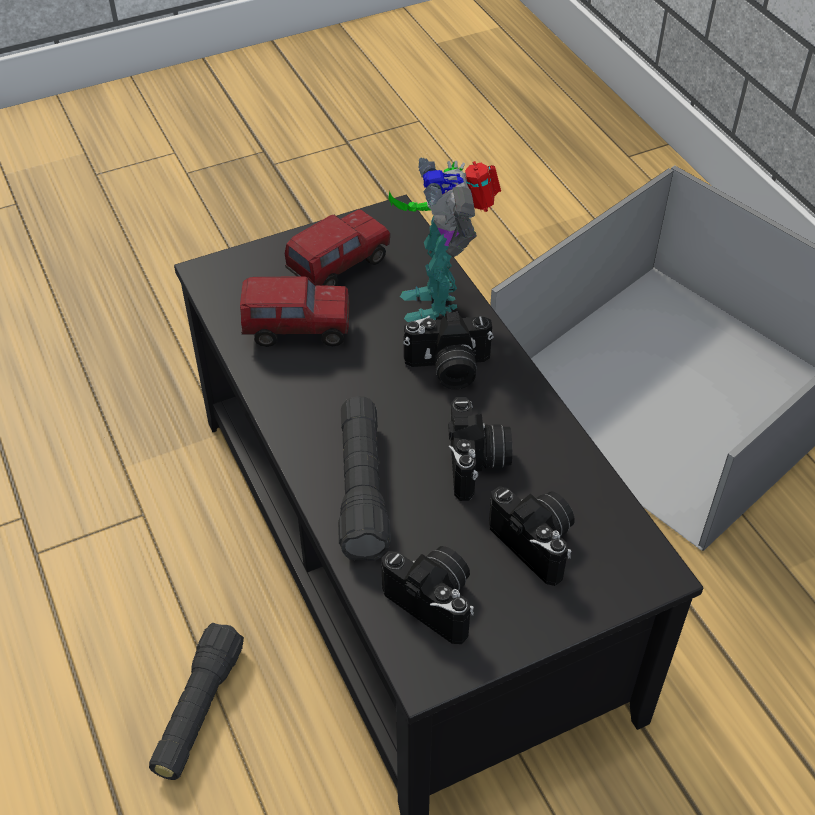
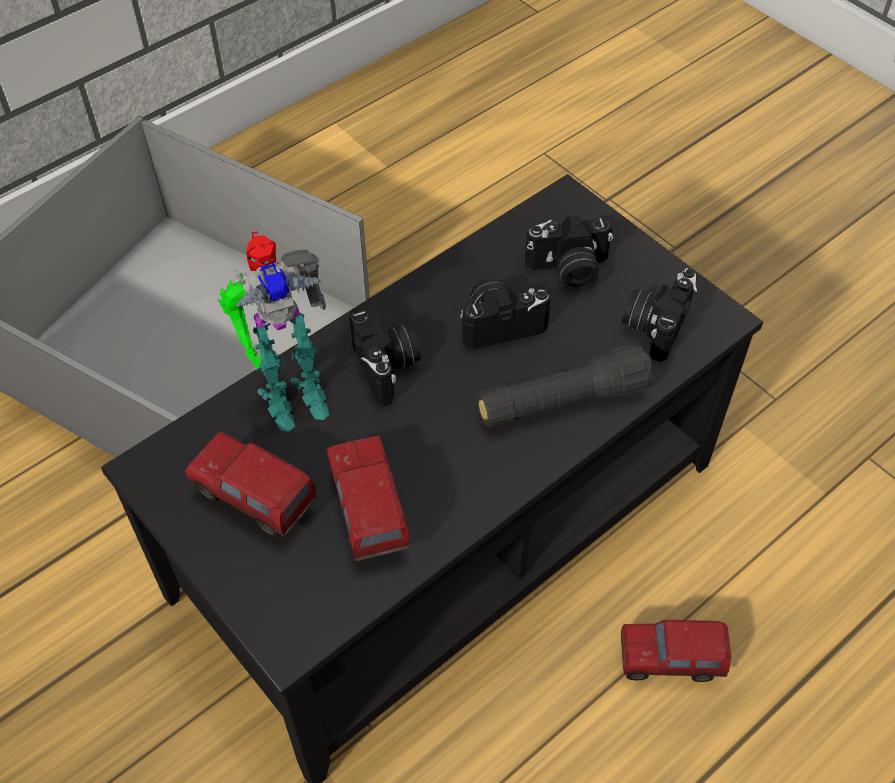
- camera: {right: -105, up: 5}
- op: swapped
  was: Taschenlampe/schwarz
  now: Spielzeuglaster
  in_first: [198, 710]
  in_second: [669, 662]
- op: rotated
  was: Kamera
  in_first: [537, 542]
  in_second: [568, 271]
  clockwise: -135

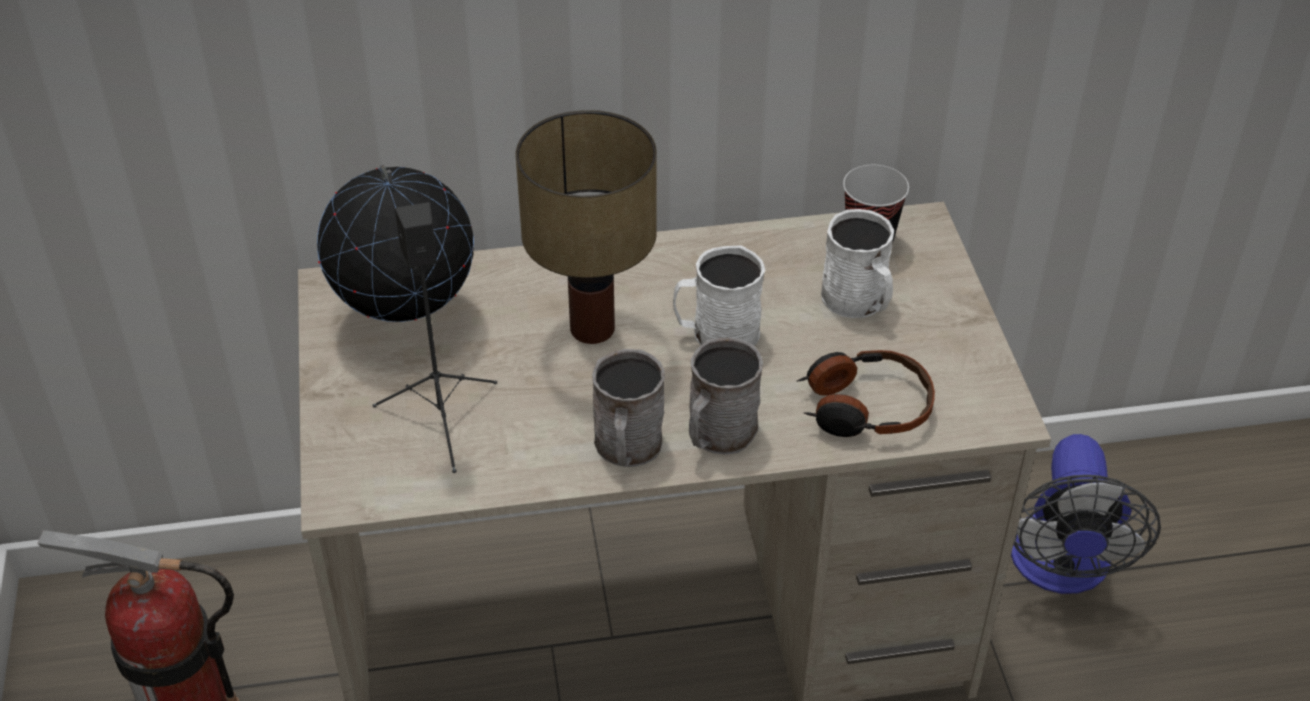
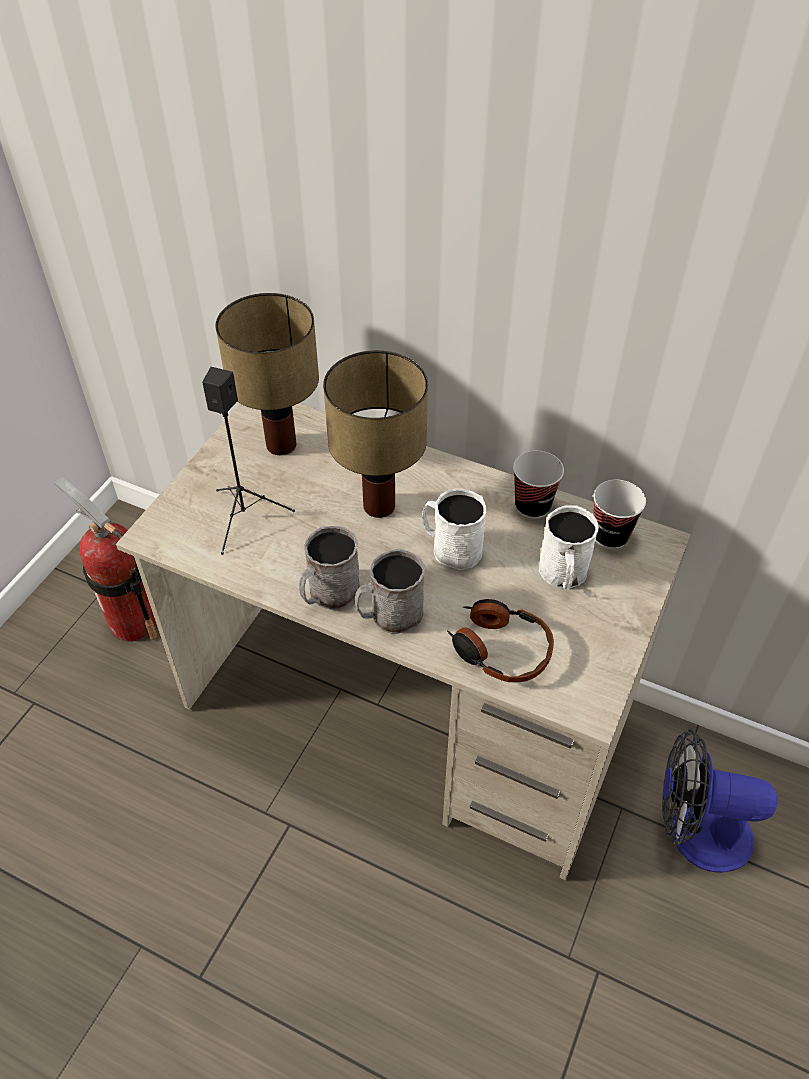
- camera: {right: 35, up: 5}
- op: new
  now: Tasse
  in_second: [532, 506]
- op: swapped
  was: Globus
  now: Tischlampe
  in_first: [406, 317]
  in_second: [282, 445]
- op: rotated
  was: Ventilator
  in_first: [1061, 569]
  in_second: [695, 832]
  clockwise: 60

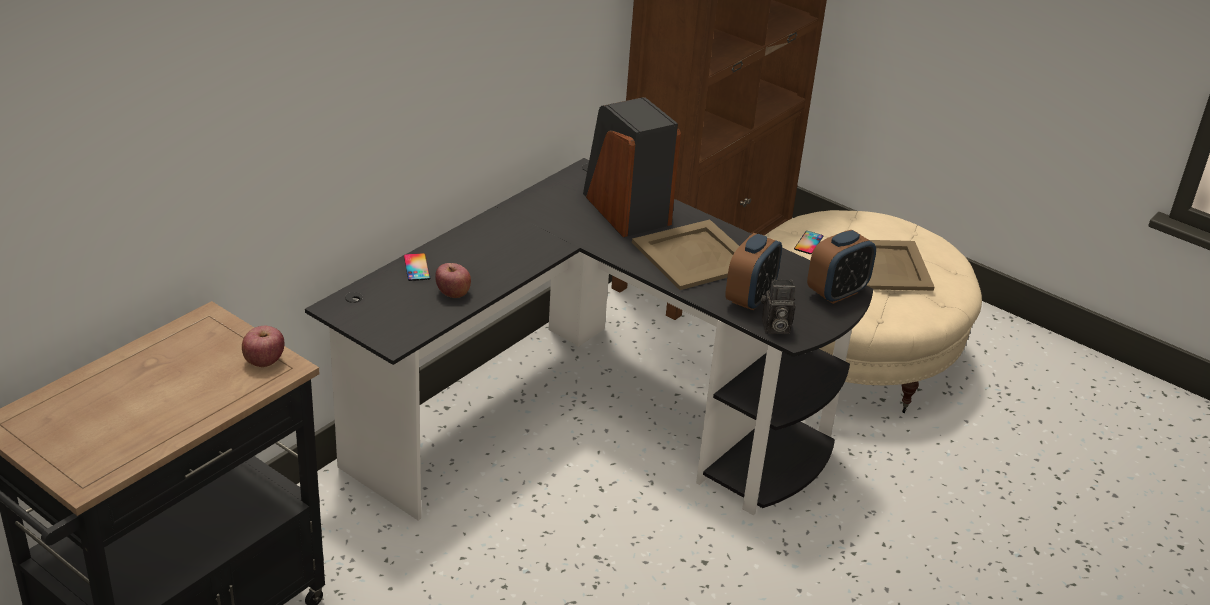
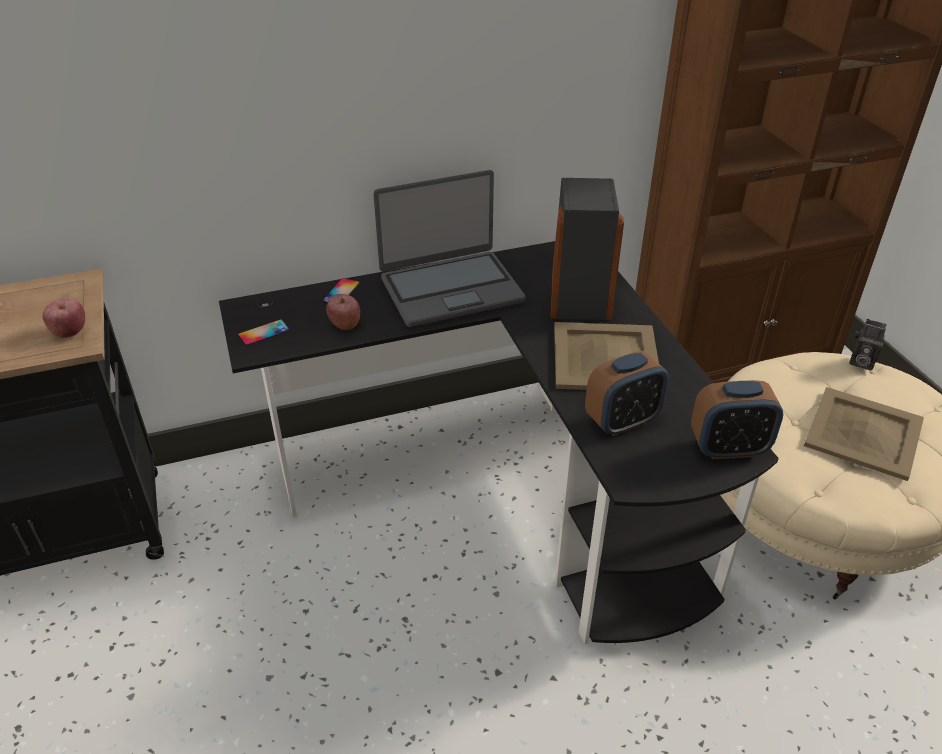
- camera: {right: 35, up: 5}
- op: new
  now: Laptop
  in_second: [450, 289]
- op: shifted
  was: Kamera
  in_first: [774, 328]
  in_second: [860, 362]
- op: shifted
  was: Handy
  in_first: [808, 243]
  in_second: [263, 332]

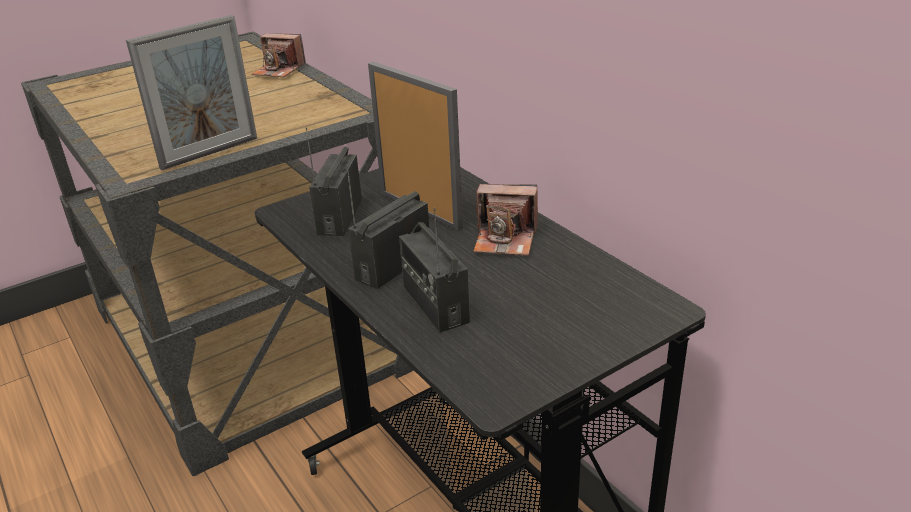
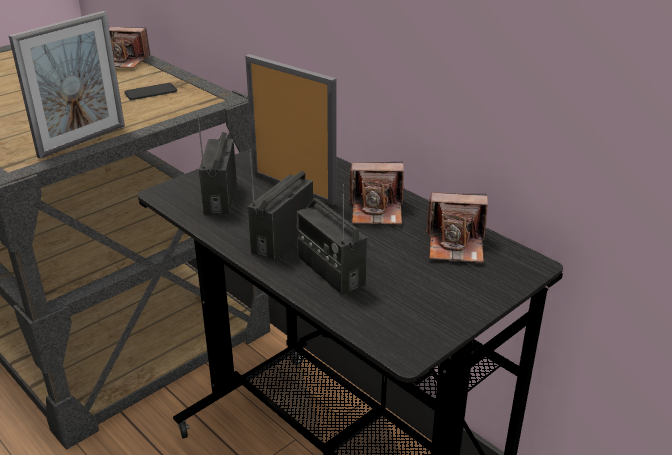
- camera: {right: -10, up: 0}
- op: new
  now: Handy
  in_second: [151, 92]
- op: new
  now: Kamera
  in_second: [456, 245]

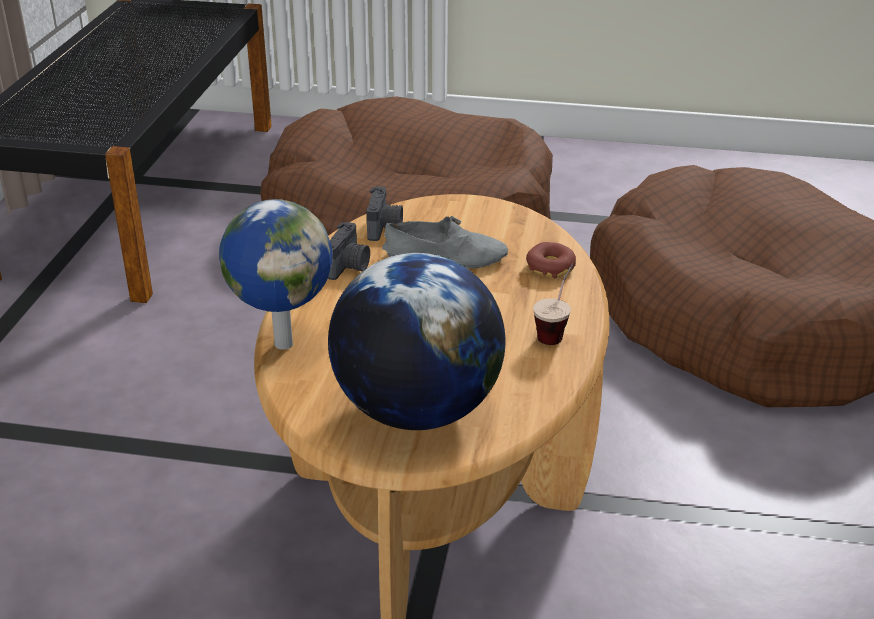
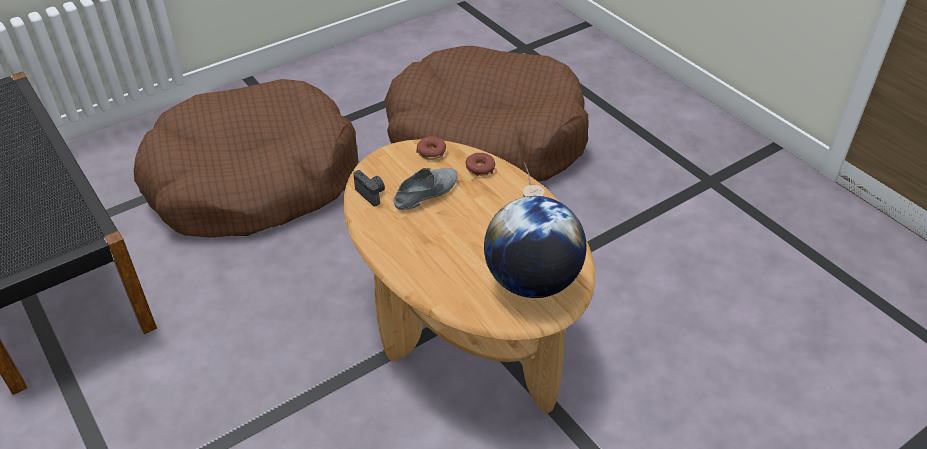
- camera: {right: -45, up: 10}
- op: gone
  was: Globus
  in_first: [283, 343]
- op: gone
  was: Kamera
  in_first: [349, 267]
- op: new
  now: Donut
  in_second: [431, 152]

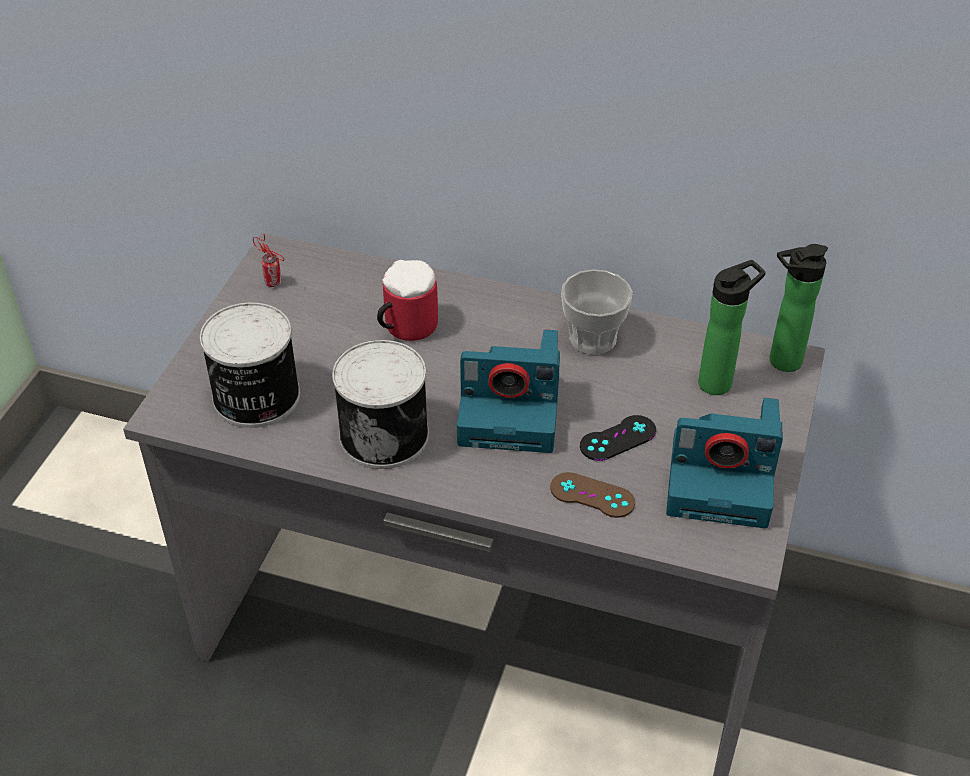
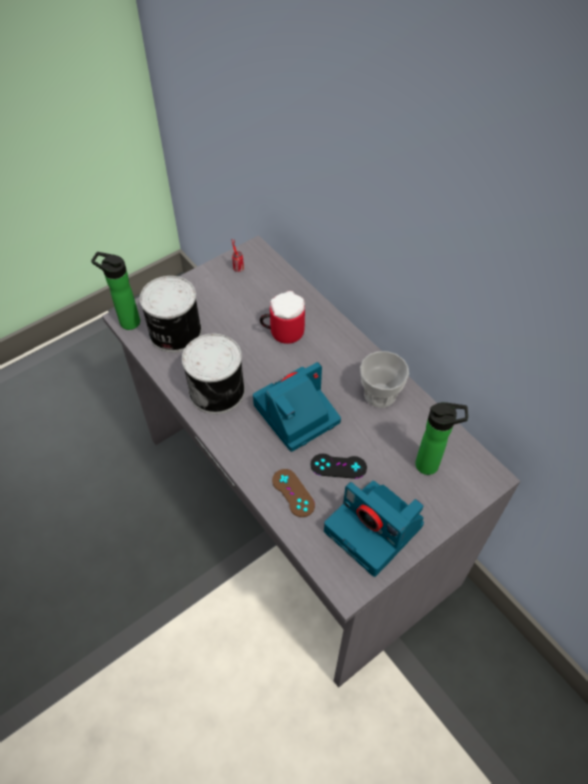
- camera: {right: 35, up: 10}
- op: shifted
  was: Flasche
  in_first: [780, 362]
  in_second: [127, 321]
- op: rotated
  was: Kamera
  in_first: [512, 411]
  in_second: [295, 415]
  clockwise: 105

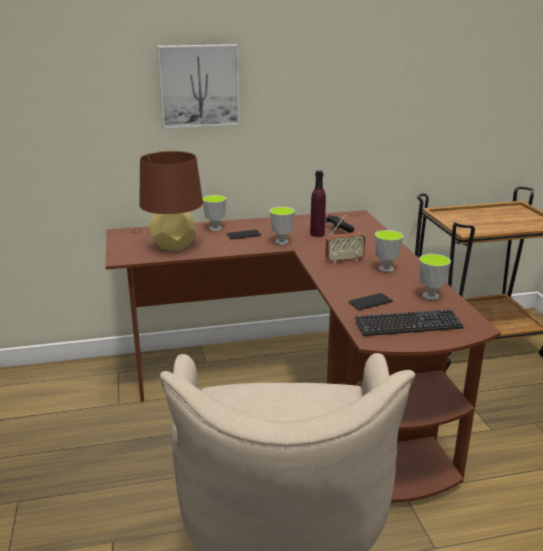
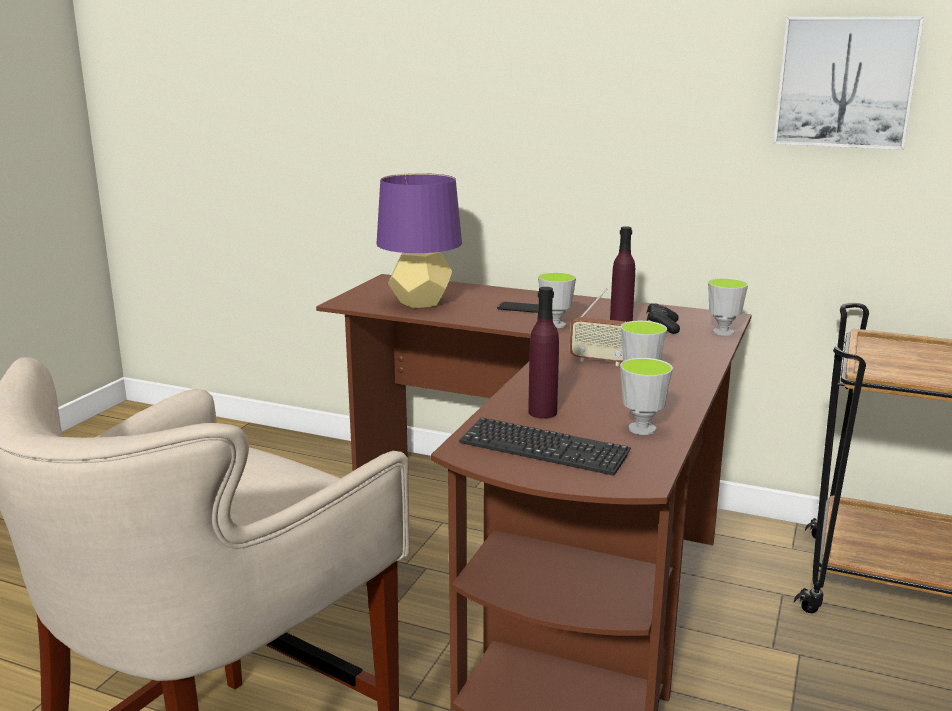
- camera: {right: 35, up: -5}
- op: shifted
  was: Bild
  in_first: [199, 85]
  in_second: [845, 82]
- op: shifted
  was: Tasse
  in_first: [215, 228]
  in_second: [723, 332]
- op: swapped
  was: Handy
  now: Flasche/lila
  in_first: [370, 302]
  in_second: [542, 412]
- op: repainted
  was: Tischlampe/braun
  now: Tischlampe/lila
  in_first: [174, 246]
  in_second: [420, 303]

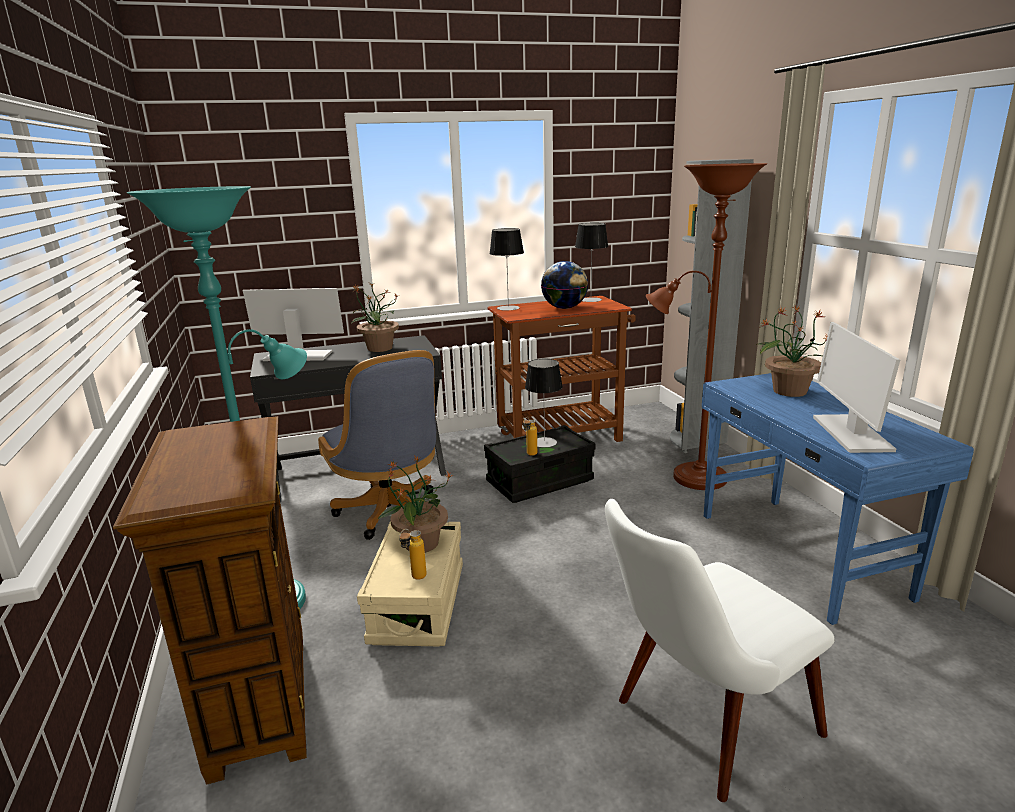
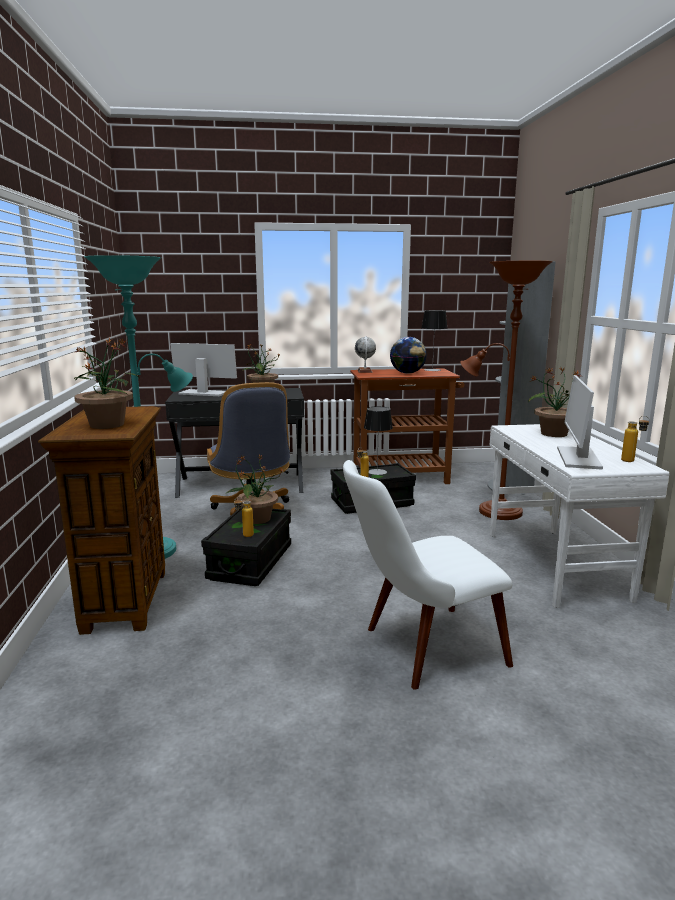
- camera: {right: 10, up: -5}
- op: new
  now: Topfpflanze
  in_second: [107, 424]
- op: new
  now: Flasche
  in_second: [632, 462]
- op: swapped
  was: Tischlampe
  now: Globus
  in_first: [508, 308]
  in_second: [365, 371]
- op: repainted
  was: Aufbewahrungsbox/beige
  now: Aufbewahrungsbox/schwarz
  in_first: [418, 604]
  in_second: [250, 562]
- op: repainted
  was: Konsolentisch/blau
  now: Konsolentisch/weiß
  in_first: [800, 555]
  in_second: [555, 566]

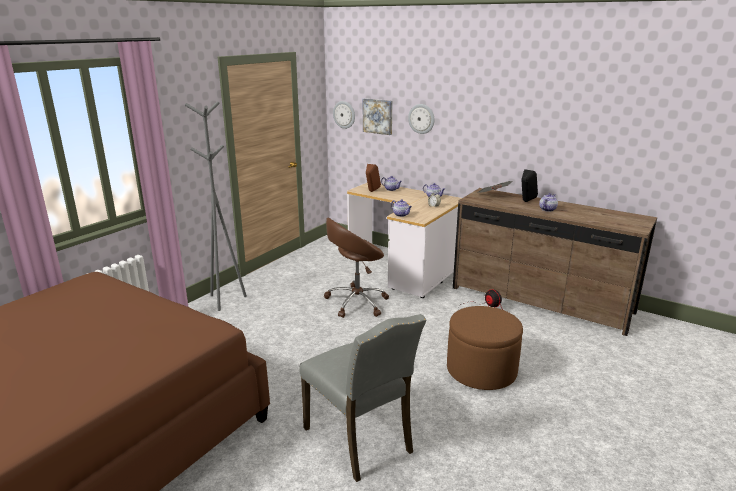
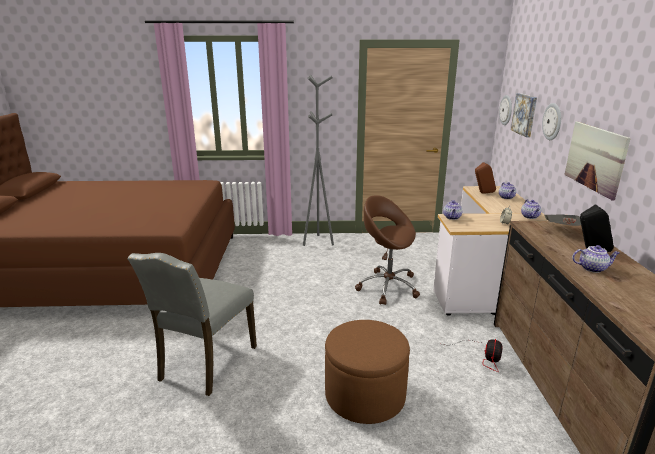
- camera: {right: 55, up: 0}
- op: new
  now: Bild
  in_second: [595, 158]

